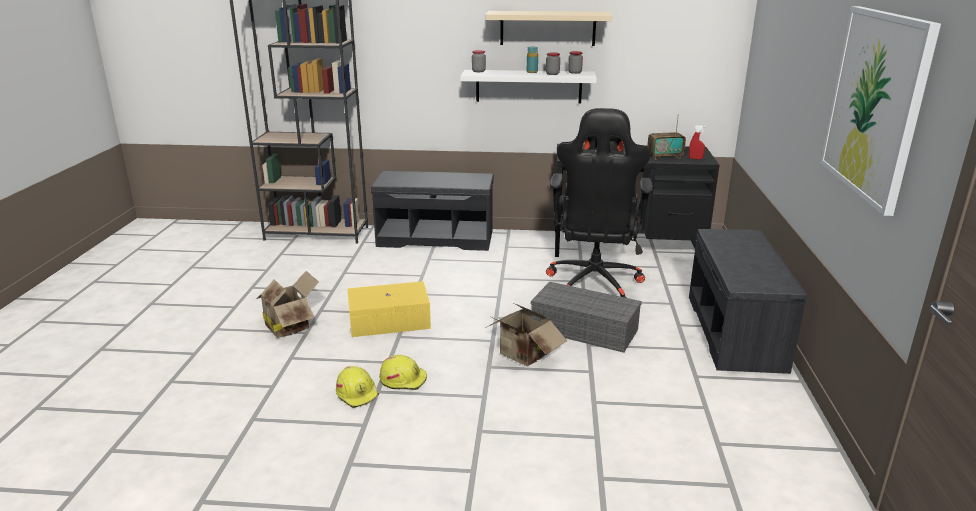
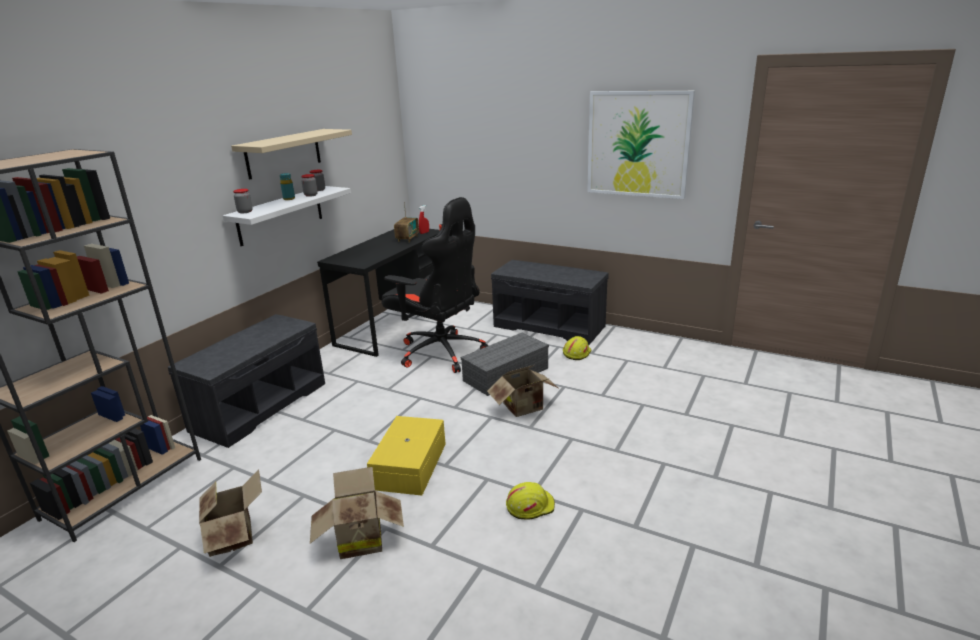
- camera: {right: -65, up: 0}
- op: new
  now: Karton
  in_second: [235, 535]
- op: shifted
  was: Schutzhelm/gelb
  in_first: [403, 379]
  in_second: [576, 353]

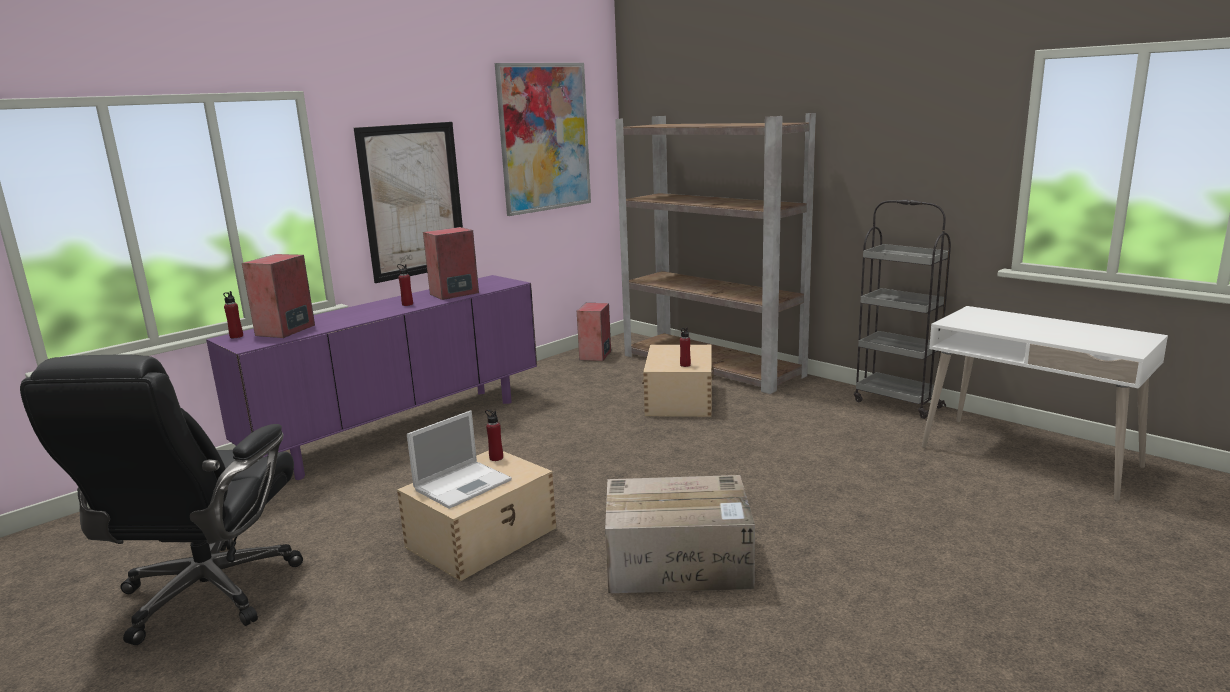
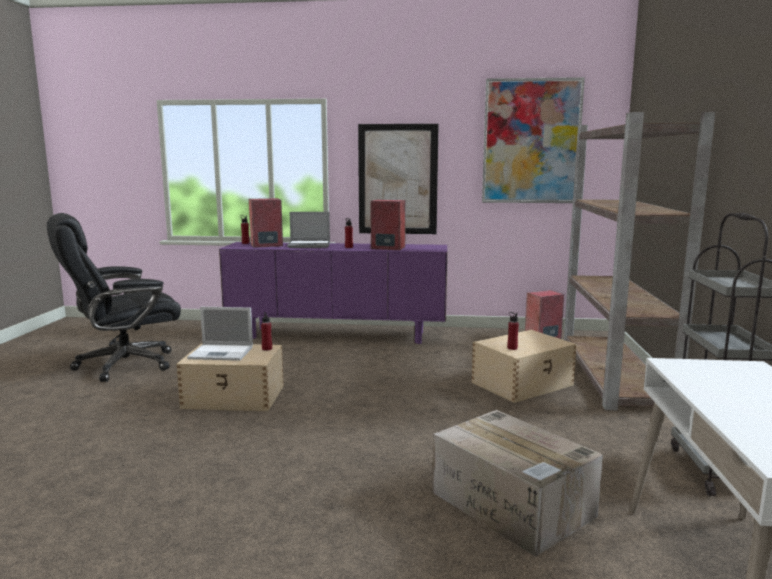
- camera: {right: 50, up: -5}
- op: new
  now: Laptop
  in_second: [309, 245]
- op: shifted
  was: Karton
  in_first: [680, 561]
  in_second: [514, 505]

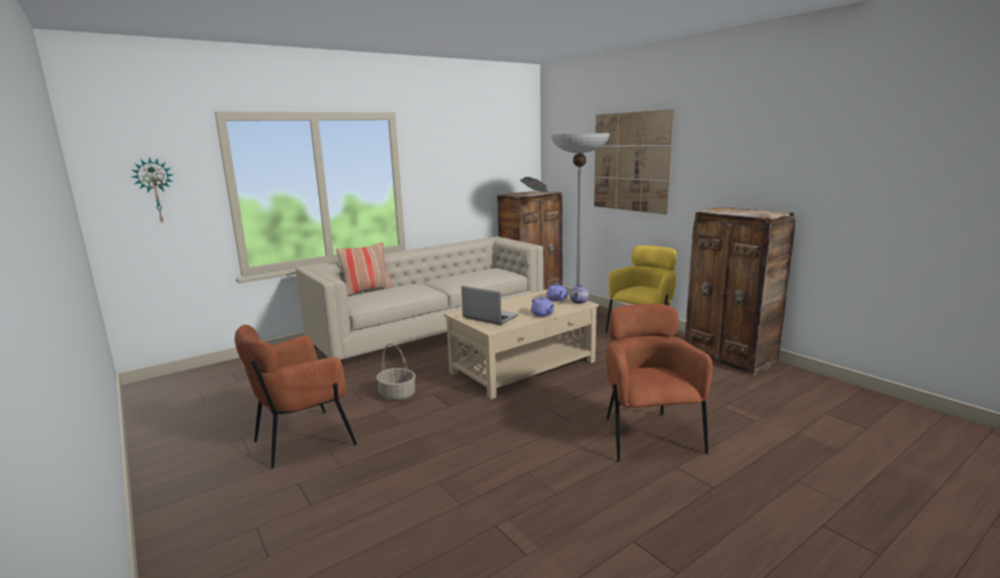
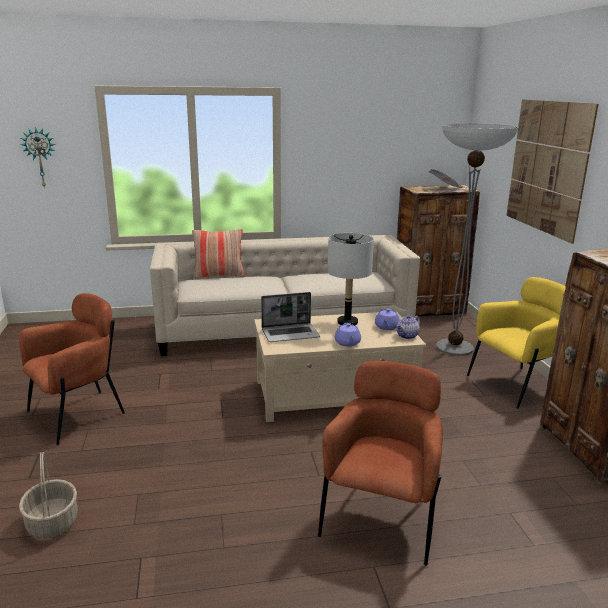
- camera: {right: 25, up: 5}
- op: new
  now: Tischlampe/grau
  in_second: [347, 322]
- op: shifted
  was: Korb
  in_first: [397, 395]
  in_second: [52, 522]
- op: rotated
  was: Sessel/braun
  in_first: [303, 440]
  in_second: [78, 414]
  clockwise: 150
- op: rotated
  was: Laptop
  in_first: [489, 317]
  in_second: [290, 334]
  clockwise: 105

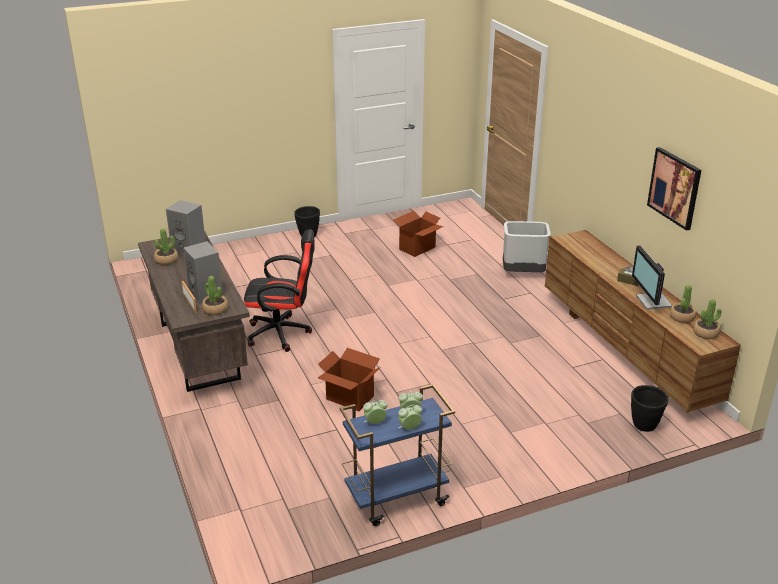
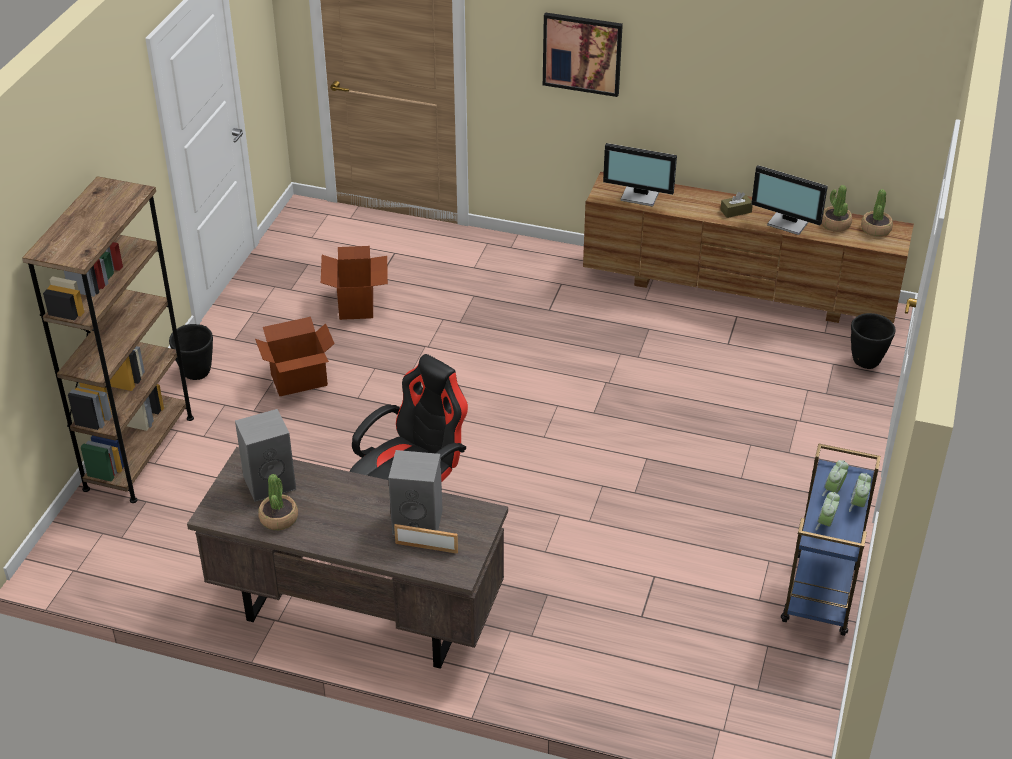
- camera: {right: -50, up: 10}
- op: gone
  was: Topfpflanze
  in_first: [215, 309]
- op: gone
  was: Mülleimer/grau
  in_first: [523, 273]
- op: new
  now: Bücherregal/braun
  in_second: [139, 453]
- op: new
  now: Monitor
  in_second: [640, 195]
- op: shifted
  was: Karton
  in_first: [349, 398]
  in_second: [299, 380]
- op: shifted
  was: Bild
  in_first: [675, 188]
  in_second: [582, 53]

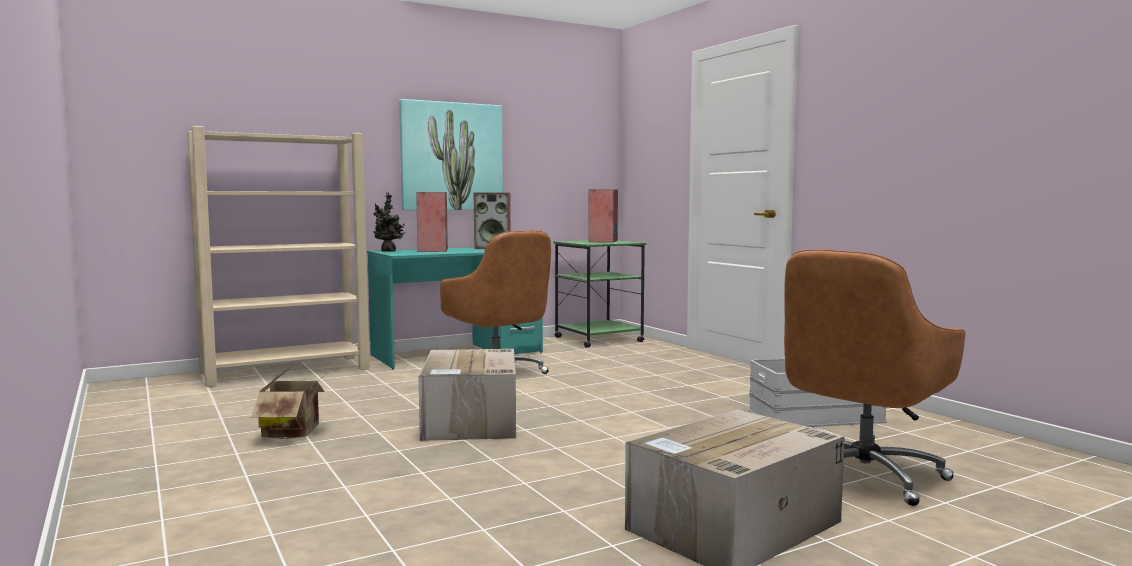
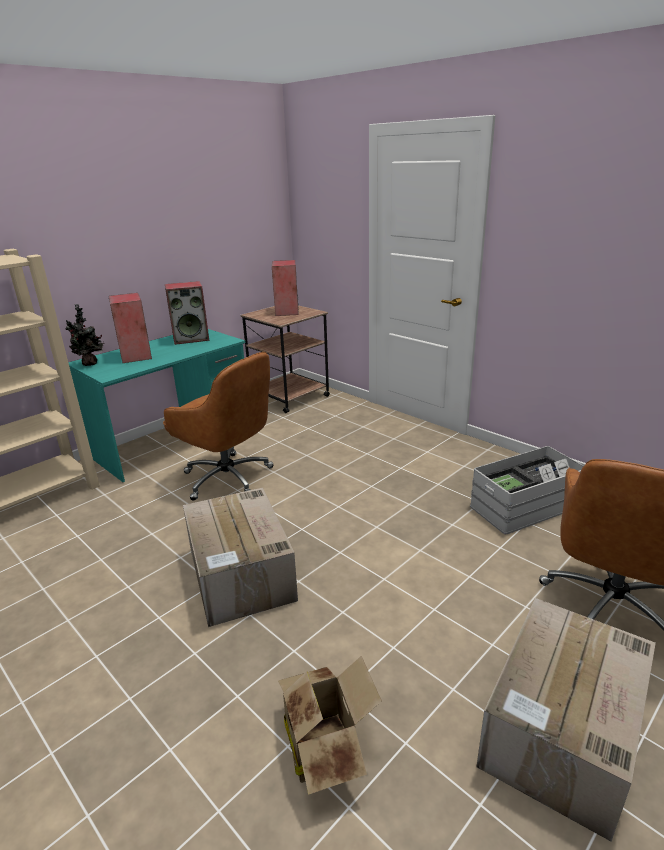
- camera: {right: -15, up: 20}
- op: gone
  was: Bild
  in_first: [451, 156]
- op: shifted
  was: Karton
  in_first: [296, 431]
  in_second: [325, 745]
- op: repainted
  was: Rollwagen/grün
  now: Rollwagen/braun
  in_first: [599, 339]
  in_second: [290, 396]

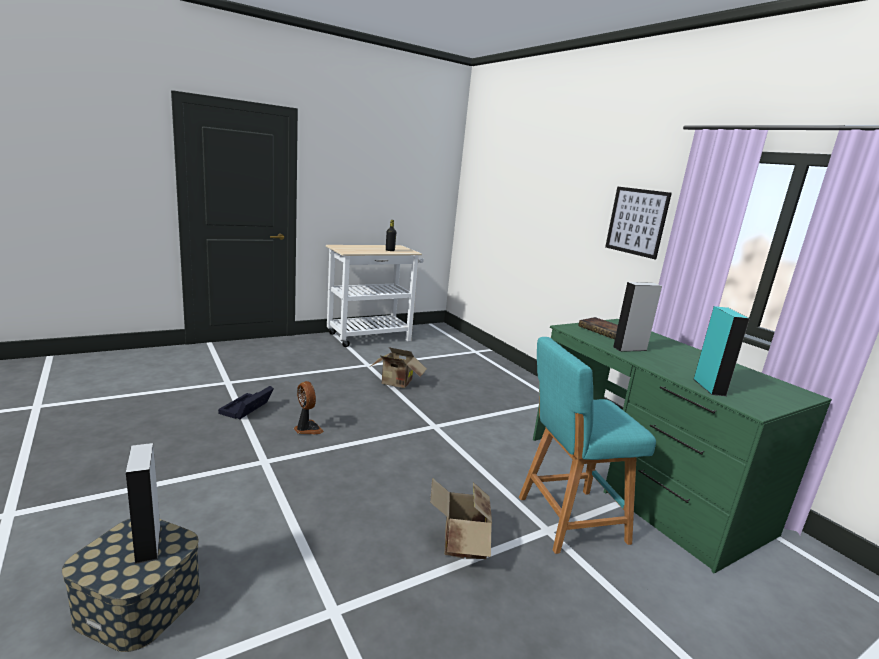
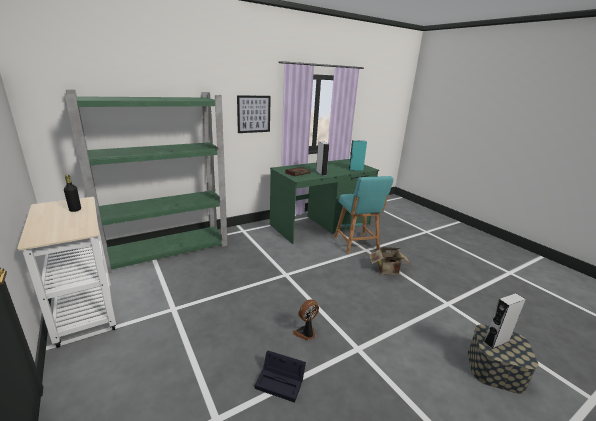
- camera: {right: -90, up: 5}
- op: gone
  was: Karton
  in_first: [396, 383]
- op: new
  now: Bücherregal/grün
  in_second: [167, 249]

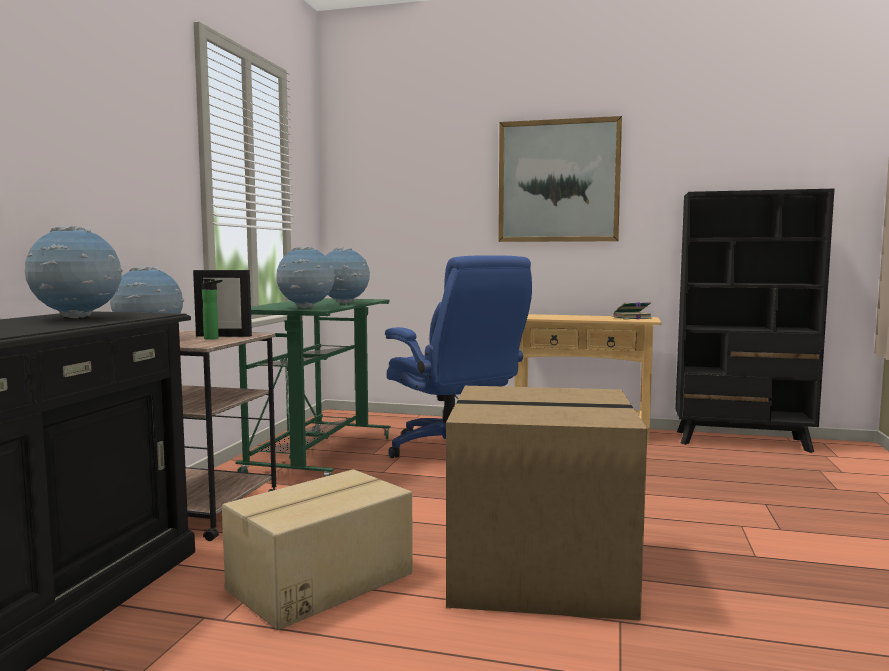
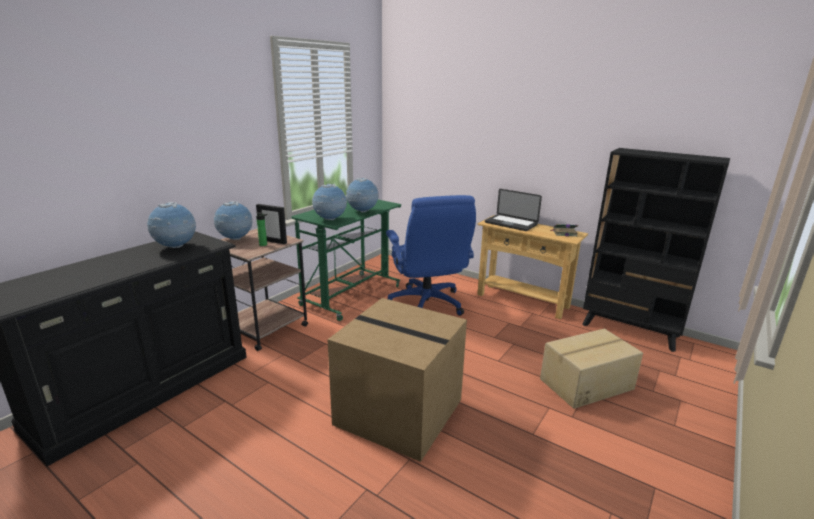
- camera: {right: 20, up: 15}
- op: gone
  was: Bild
  in_first: [558, 181]
- op: new
  now: Laptop
  in_second: [511, 223]
- op: shifted
  was: Karton
  in_first: [319, 581]
  in_second: [585, 383]

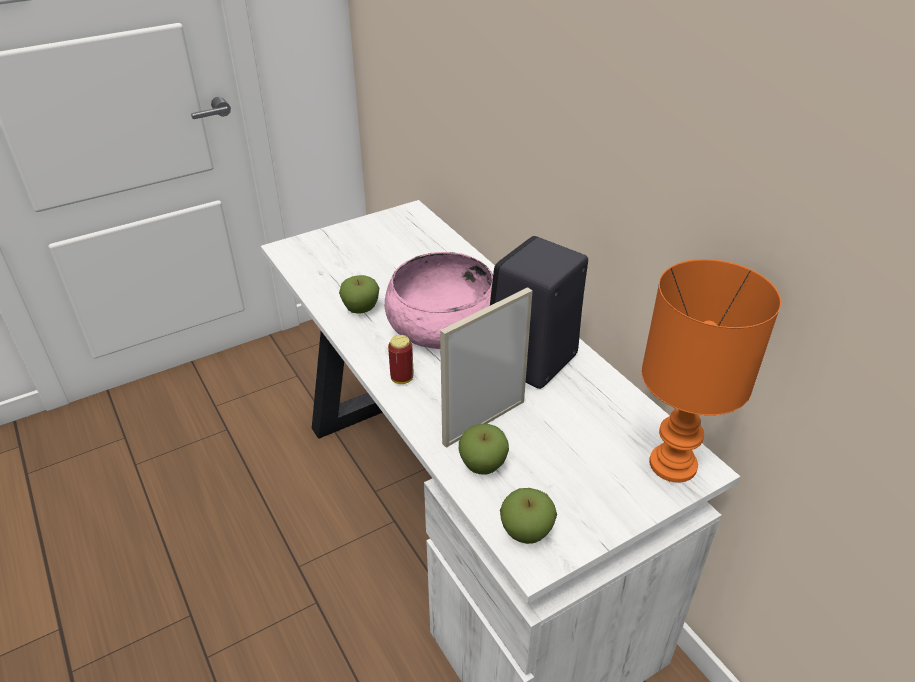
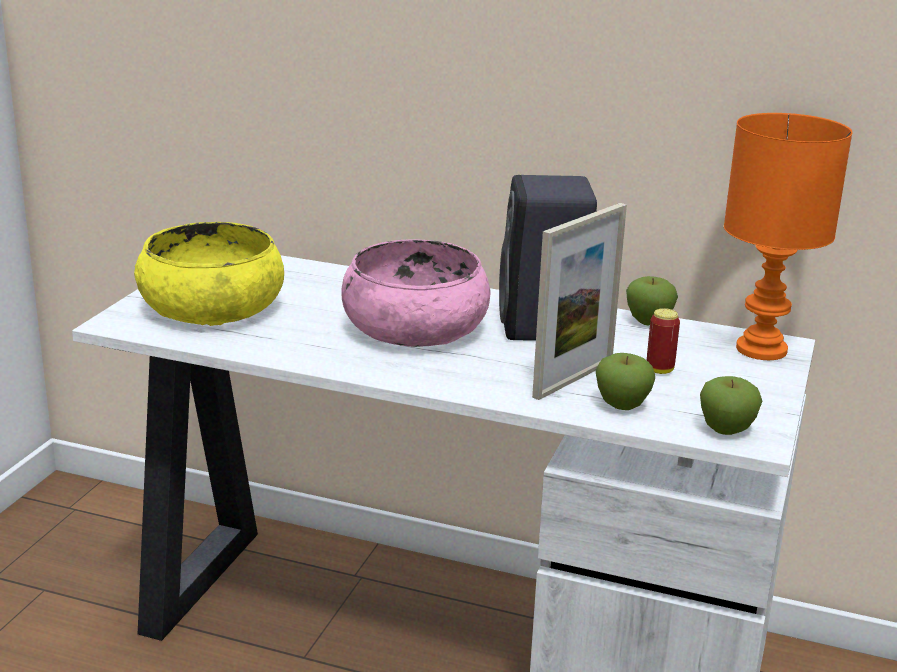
- camera: {right: -40, up: -15}
- op: new
  now: Schüssel/gelb
  in_second: [212, 308]
- op: shifted
  was: Apfel
  in_first: [361, 309]
  in_second: [649, 322]
- op: shifted
  was: Dose
  in_first: [402, 378]
  in_second: [659, 370]
- op: rotated
  was: Bilderrahmen
  in_first: [484, 422]
  in_second: [573, 379]
  clockwise: -150

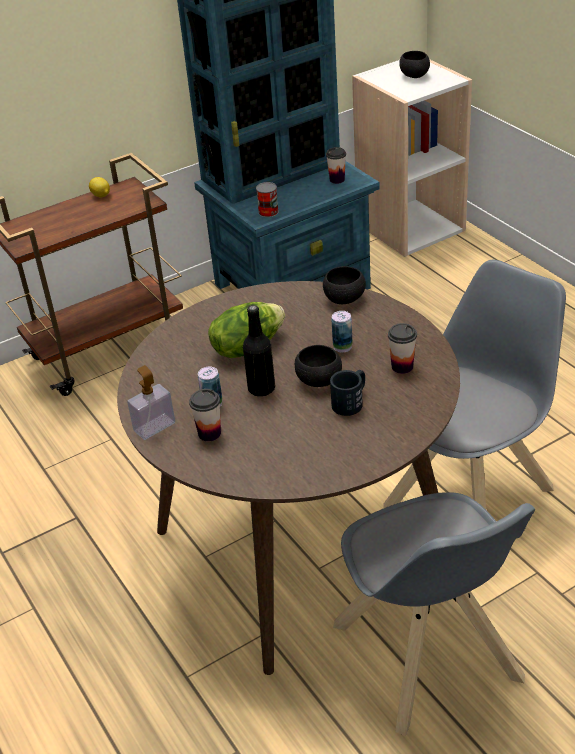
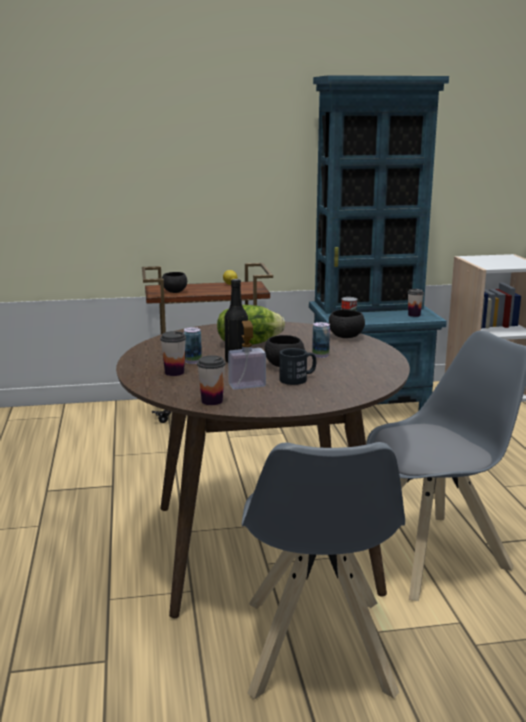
- camera: {right: 20, up: -20}
- op: shifted
  was: Seifenspender
  in_first: [154, 427]
  in_second: [247, 385]
- op: shifted
  was: Tasse
  in_first: [402, 367]
  in_second: [212, 401]
- op: shifted
  was: Schüssel/schwarz
  in_first: [414, 76]
  in_second: [174, 292]

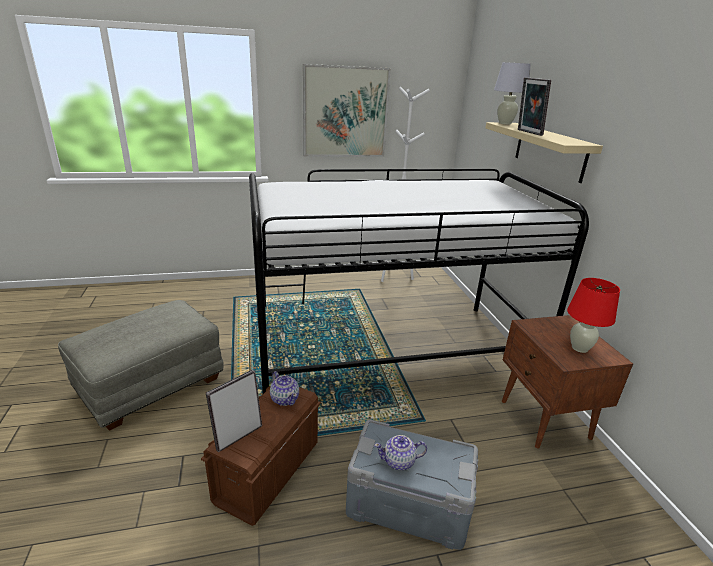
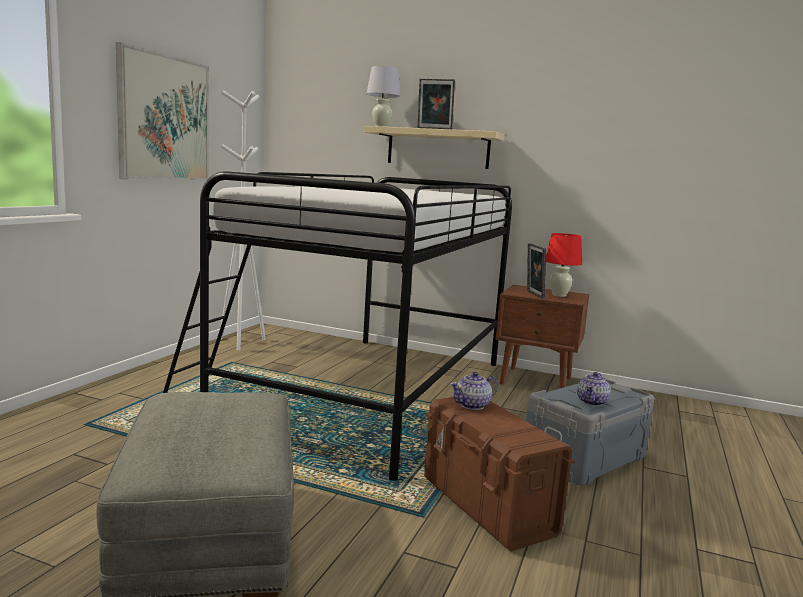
- camera: {right: -55, up: -15}
- op: shifted
  was: Bilderrahmen
  in_first: [238, 436]
  in_second: [533, 294]
- op: rotated
  was: Teekanne
  in_first: [285, 399]
  in_second: [473, 405]
  clockwise: 150

